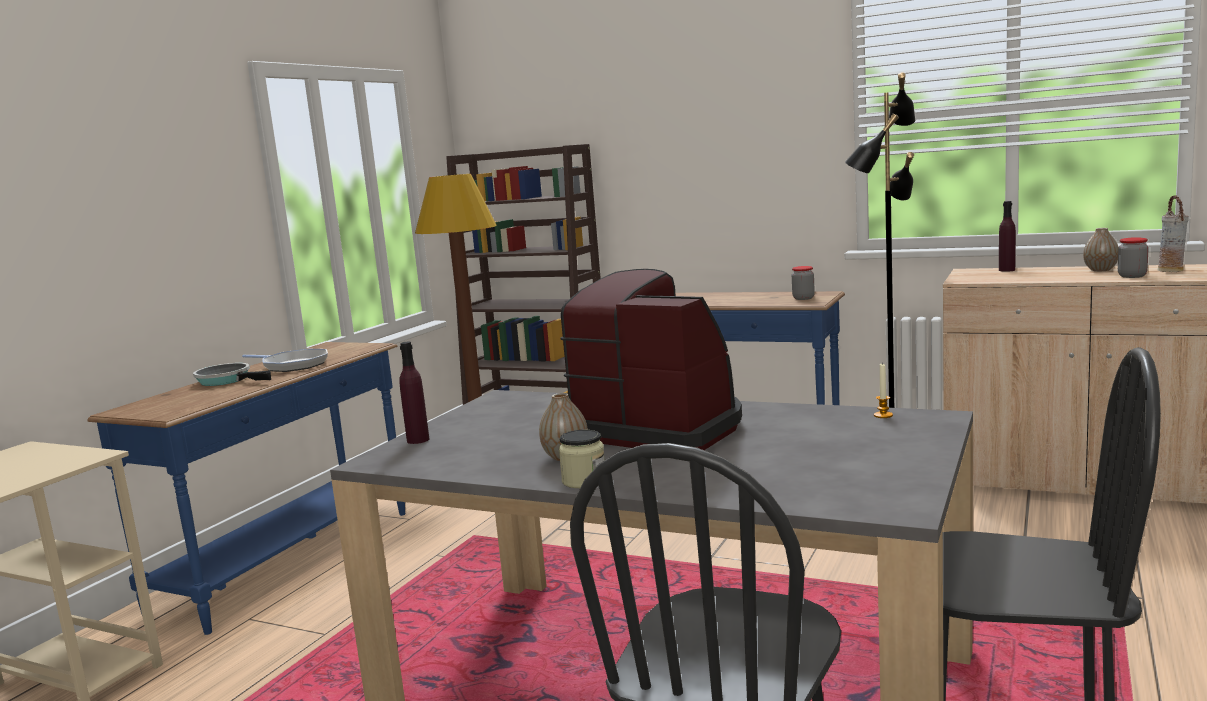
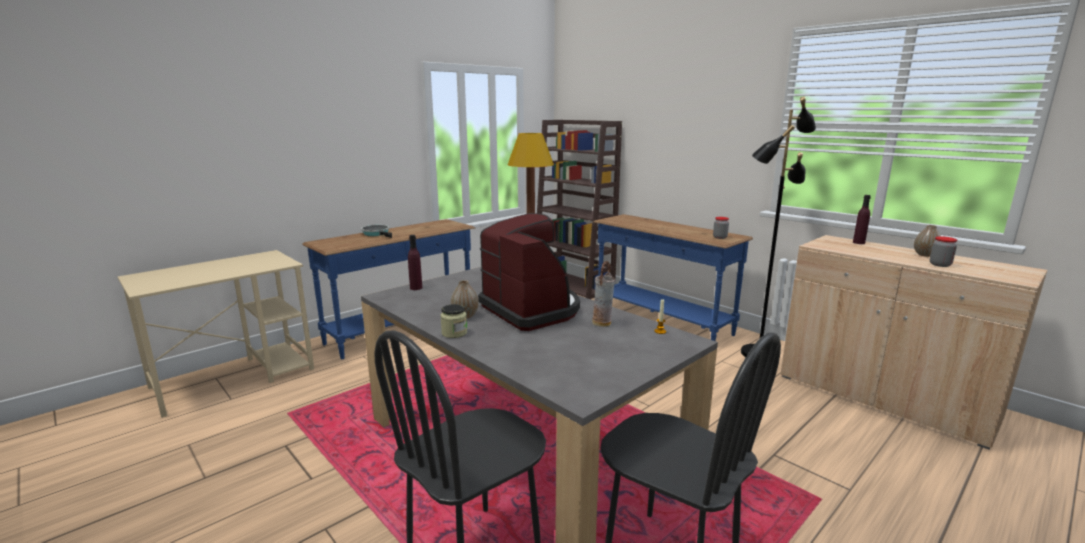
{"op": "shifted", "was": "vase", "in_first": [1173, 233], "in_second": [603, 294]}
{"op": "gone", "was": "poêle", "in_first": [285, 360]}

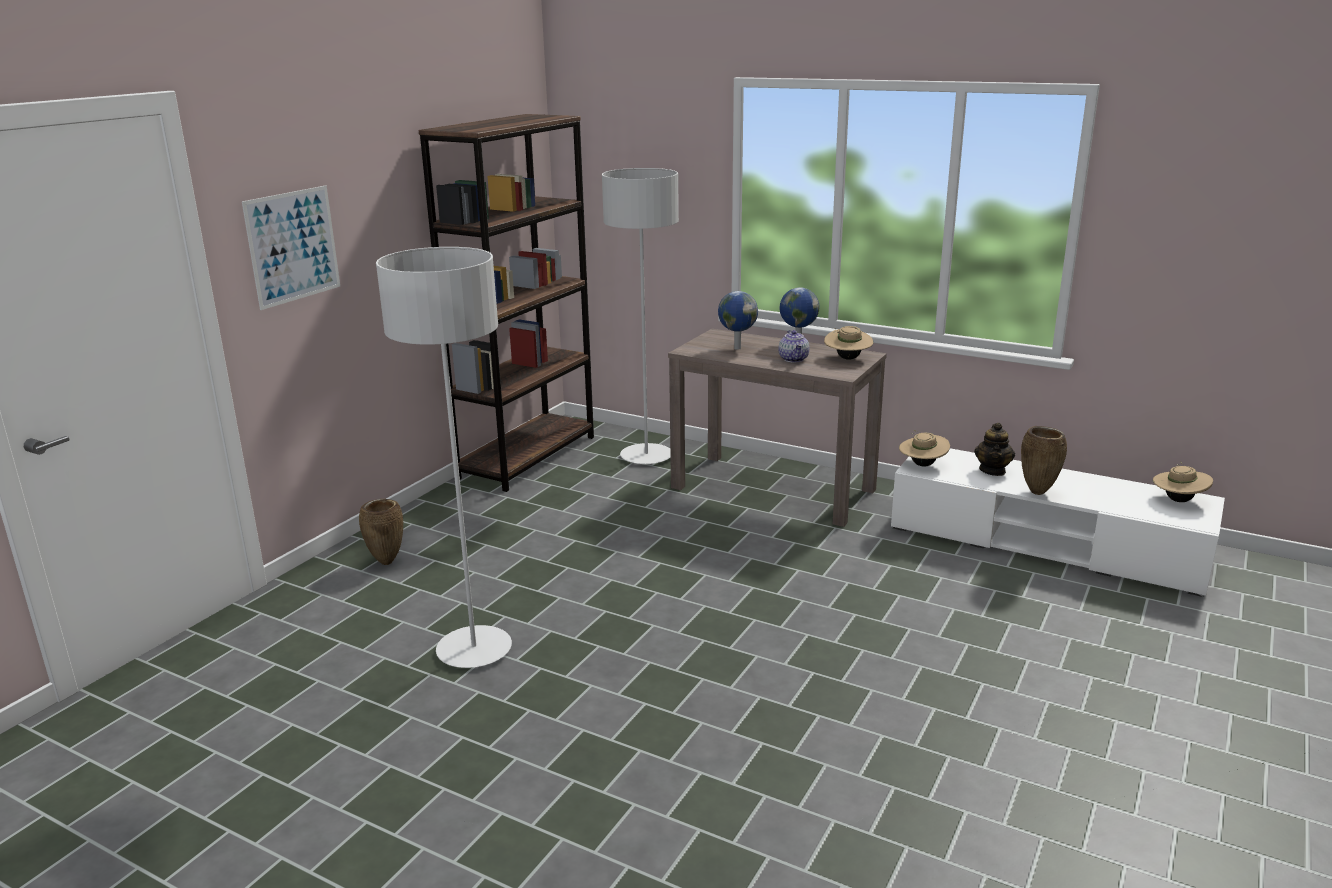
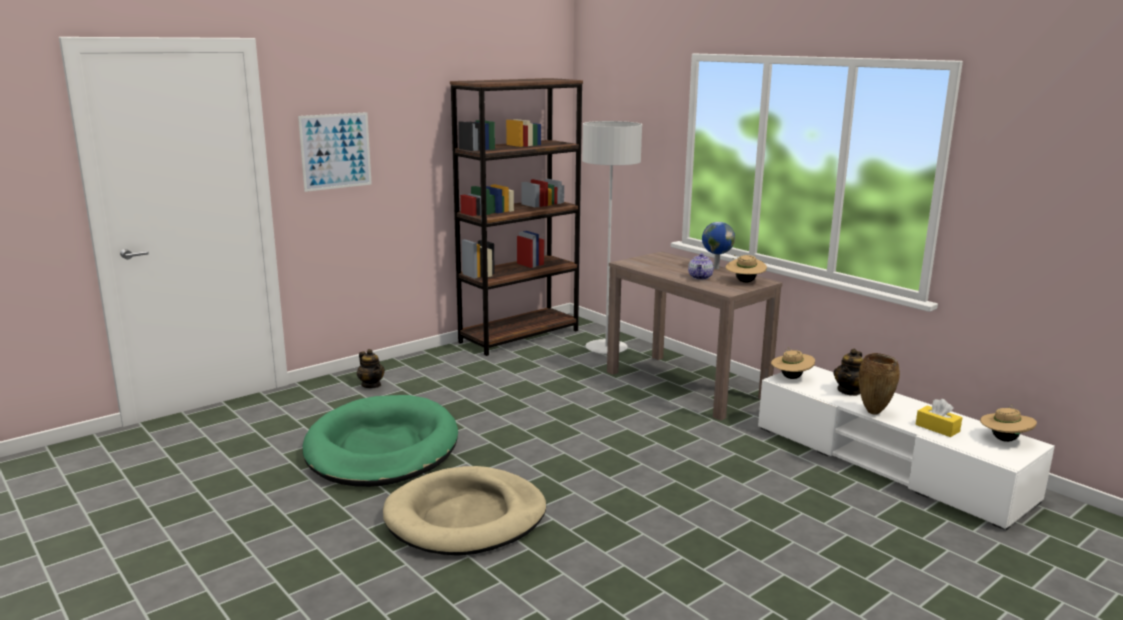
{"op": "swapped", "was": "lampadaire/gris", "now": "panier pour chien/vert", "in_first": [444, 457], "in_second": [380, 441]}
{"op": "gone", "was": "globe", "in_first": [738, 320]}
{"op": "swapped", "was": "vase/marron", "now": "théière", "in_first": [381, 532], "in_second": [371, 368]}
{"op": "new", "now": "boîte à mouchoirs/jaune", "in_second": [939, 418]}
{"op": "new", "now": "panier pour chien/beige", "in_second": [464, 511]}

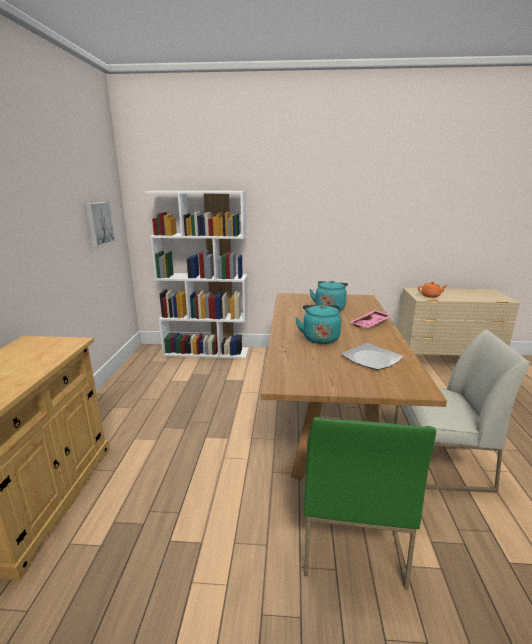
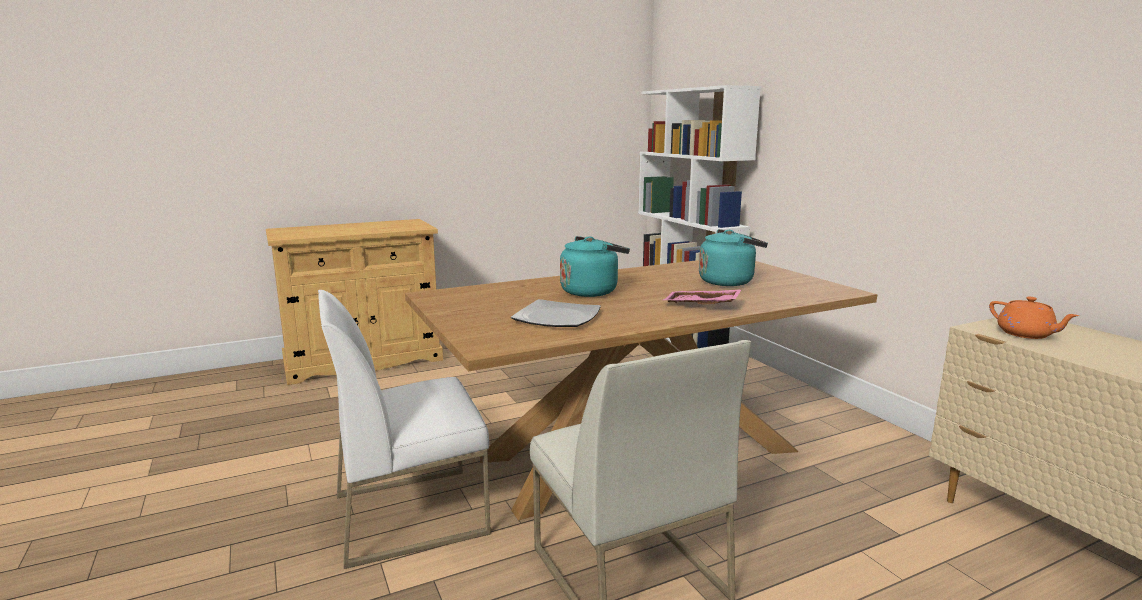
{"op": "gone", "was": "tableau", "in_first": [101, 224]}
{"op": "repainted", "was": "chaise/vert", "now": "chaise/blanc", "in_first": [370, 503], "in_second": [404, 429]}

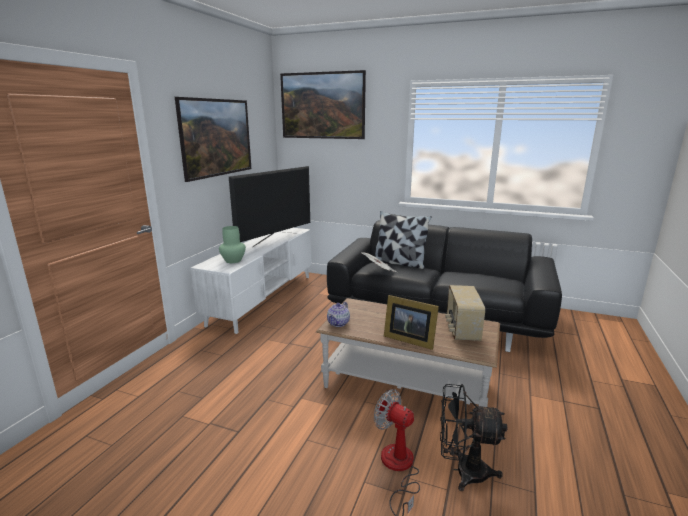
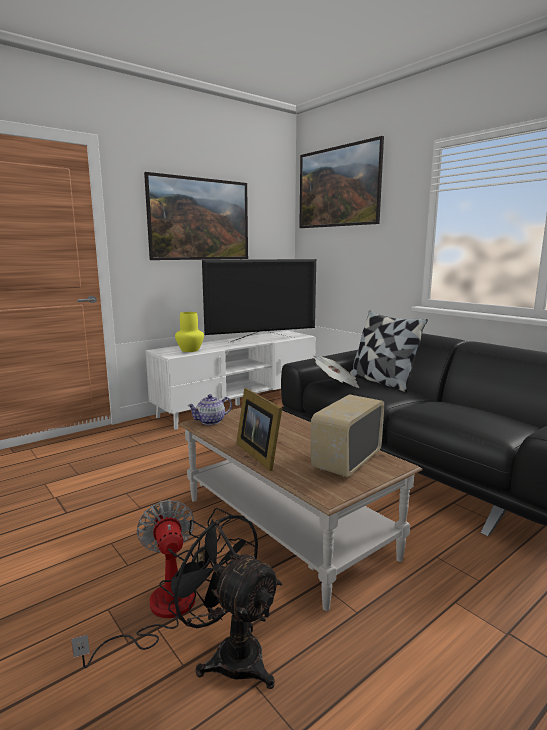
{"op": "repainted", "was": "vase/vert", "now": "vase/jaune", "in_first": [232, 244], "in_second": [189, 332]}

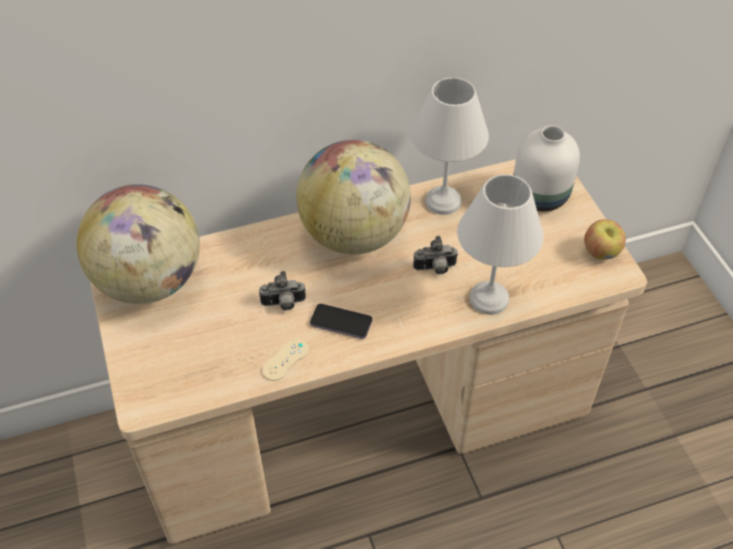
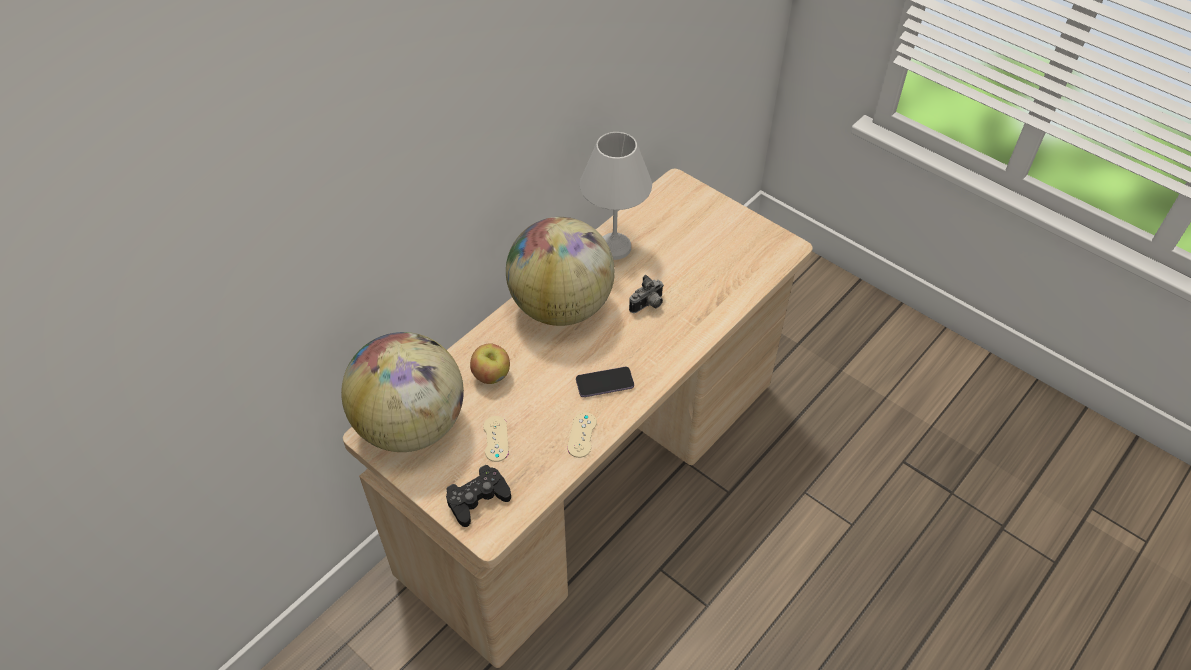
{"op": "gone", "was": "vase/blanc", "in_first": [547, 168]}
{"op": "gone", "was": "lampe de table/blanc", "in_first": [500, 244]}
{"op": "shifted", "was": "pomme", "in_first": [605, 239], "in_second": [490, 364]}
{"op": "gone", "was": "appareil photo", "in_first": [282, 290]}
{"op": "new", "now": "manette/beige", "in_second": [496, 439]}
{"op": "new", "now": "manette/noir", "in_second": [478, 496]}

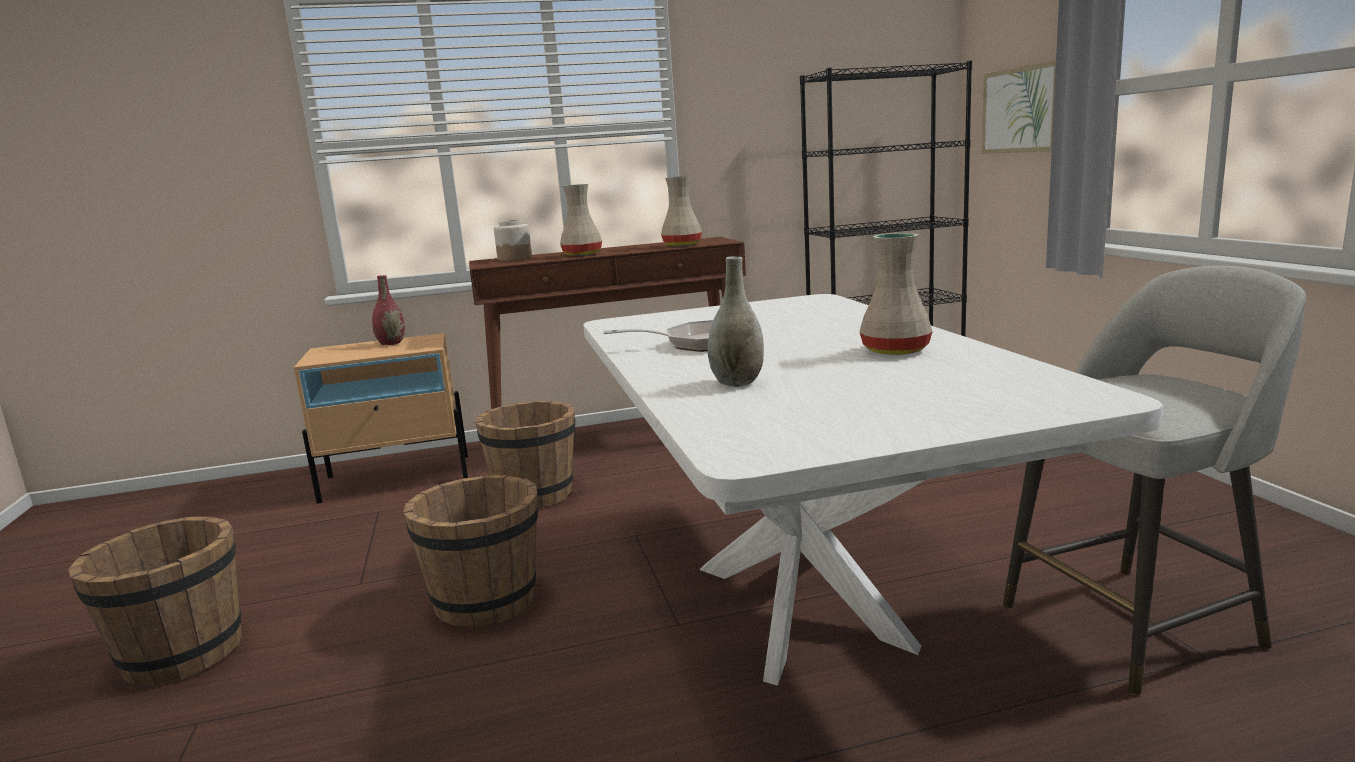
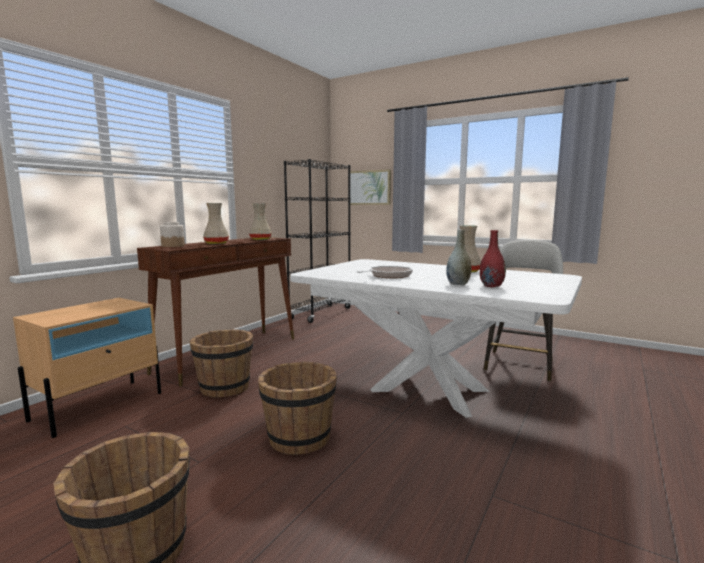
{"op": "shifted", "was": "vase/rouge", "in_first": [388, 310], "in_second": [493, 258]}

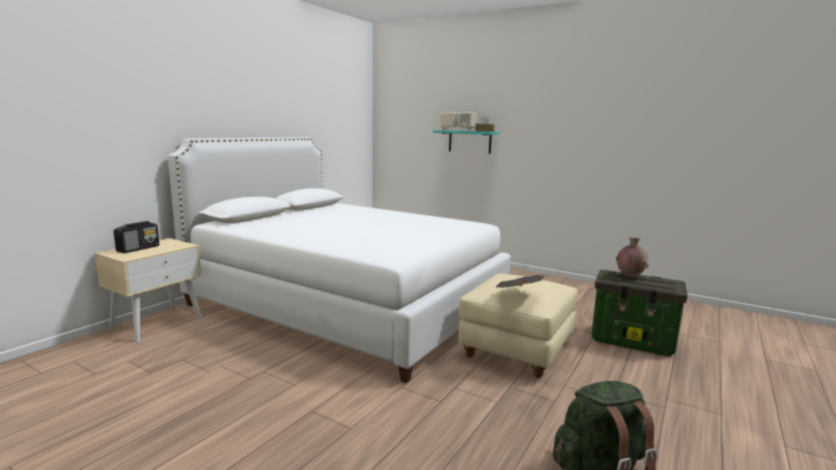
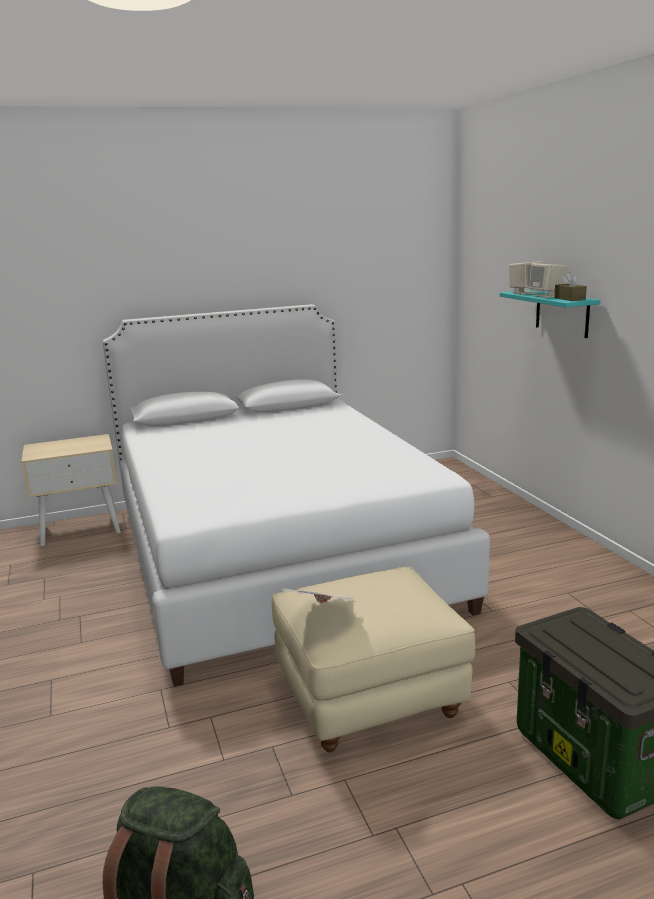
{"op": "gone", "was": "radio", "in_first": [136, 237]}
{"op": "gone", "was": "vase/marron", "in_first": [632, 257]}

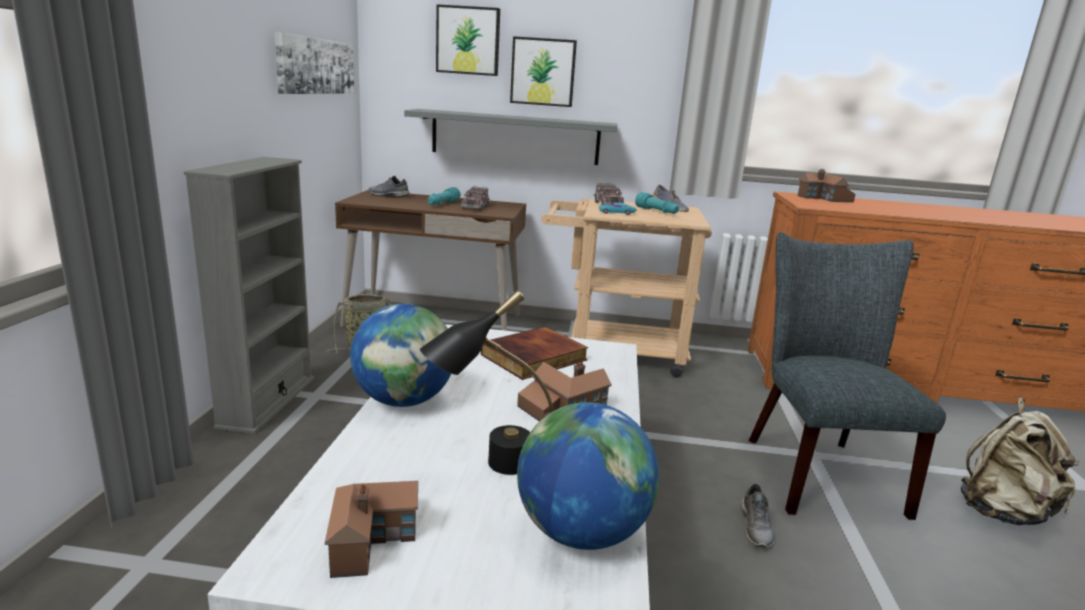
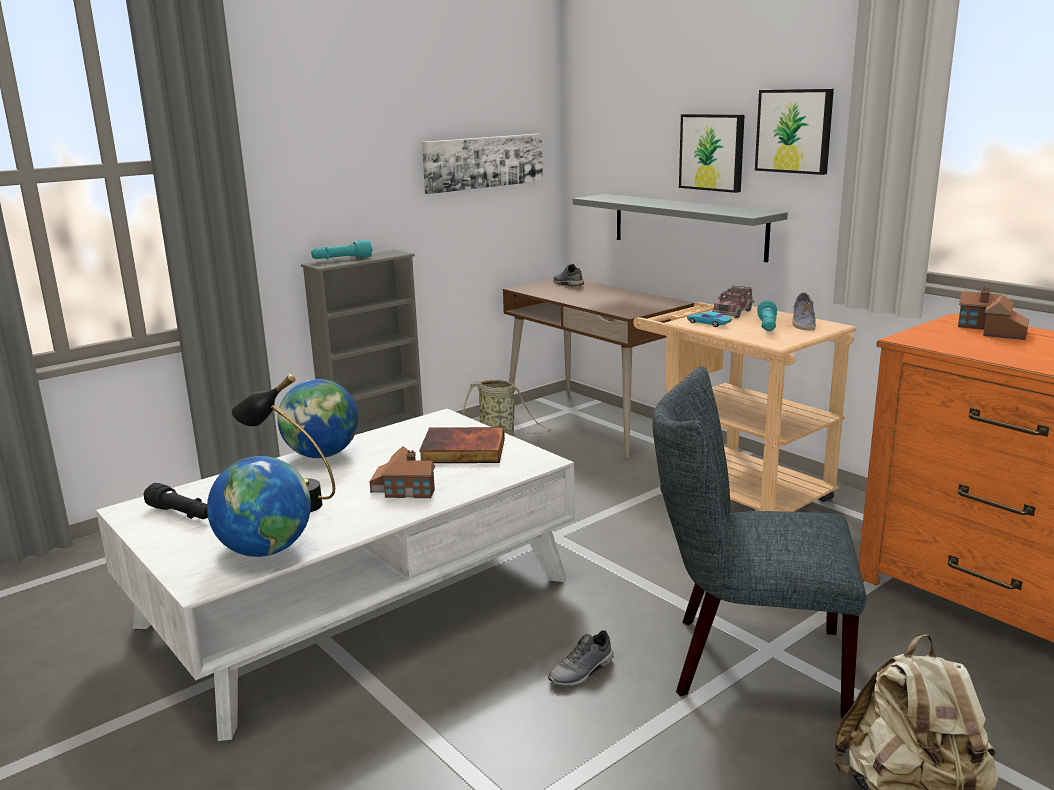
{"op": "shifted", "was": "tableau", "in_first": [468, 40], "in_second": [794, 132]}
{"op": "gone", "was": "camion jouet", "in_first": [475, 198]}
{"op": "shifted", "was": "lampe de poche/turquoise", "in_first": [444, 196], "in_second": [342, 250]}
{"op": "rotated", "was": "chaise/gris", "in_first": [847, 376], "in_second": [759, 542], "clockwise": -120}
{"op": "swapped", "was": "maison miniature", "now": "lampe de poche/noir", "in_first": [371, 529], "in_second": [176, 501]}

